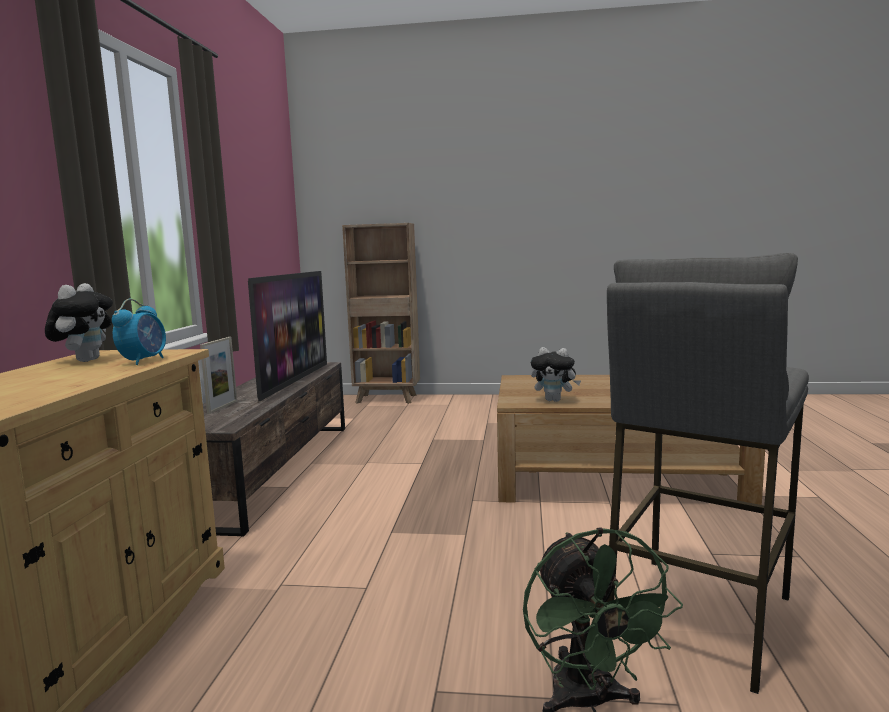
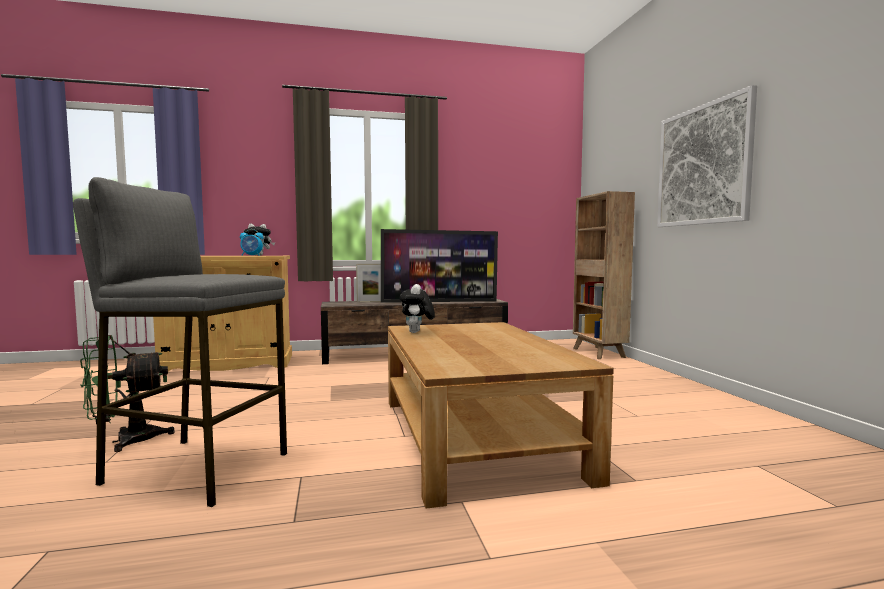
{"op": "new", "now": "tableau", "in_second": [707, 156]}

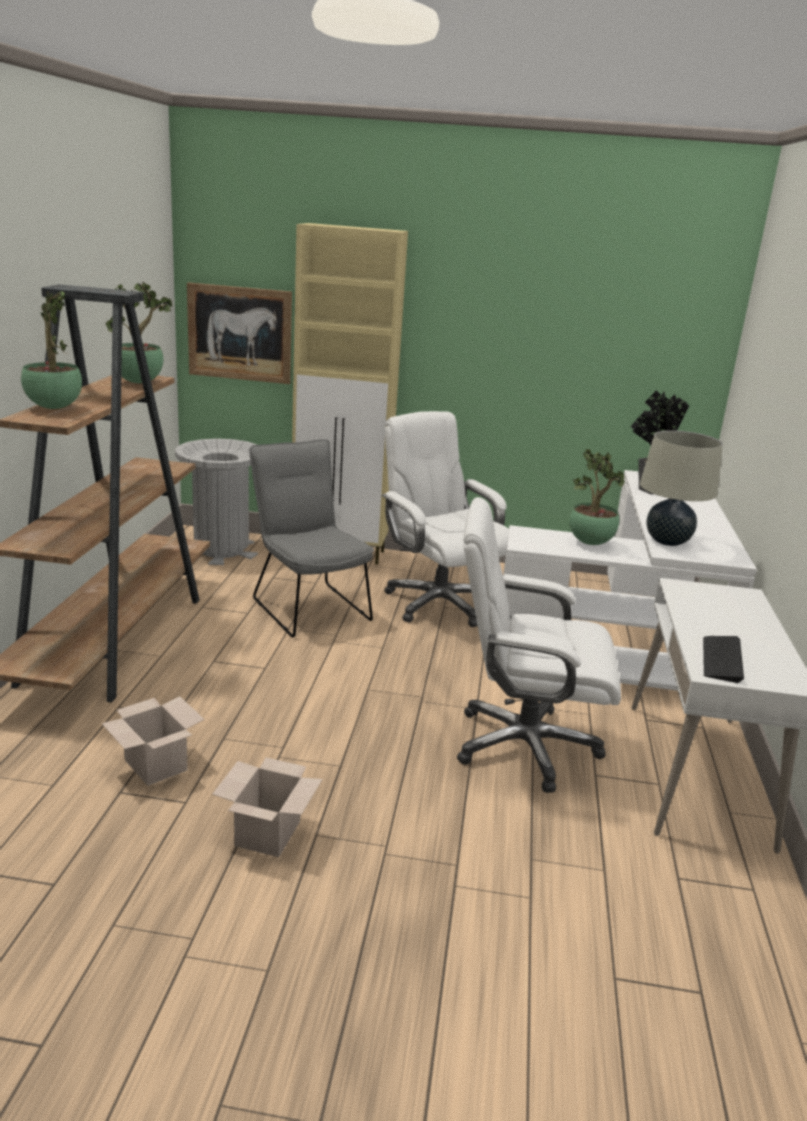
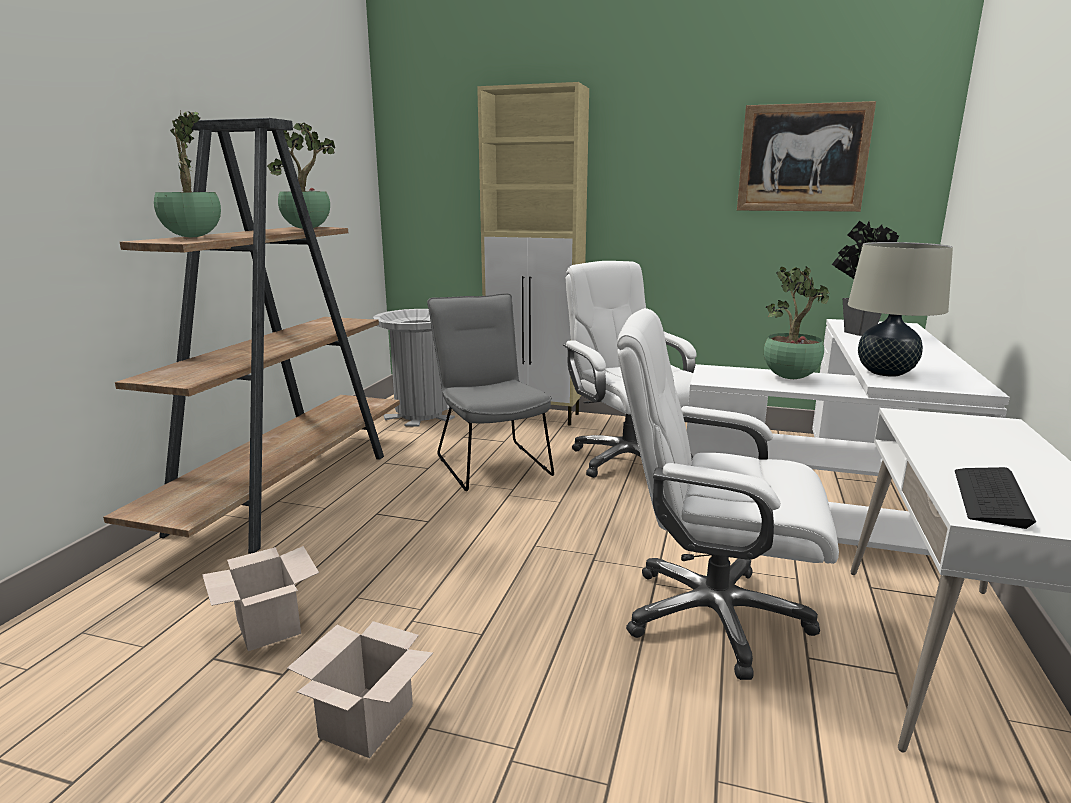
{"op": "shifted", "was": "tableau", "in_first": [239, 333], "in_second": [806, 156]}

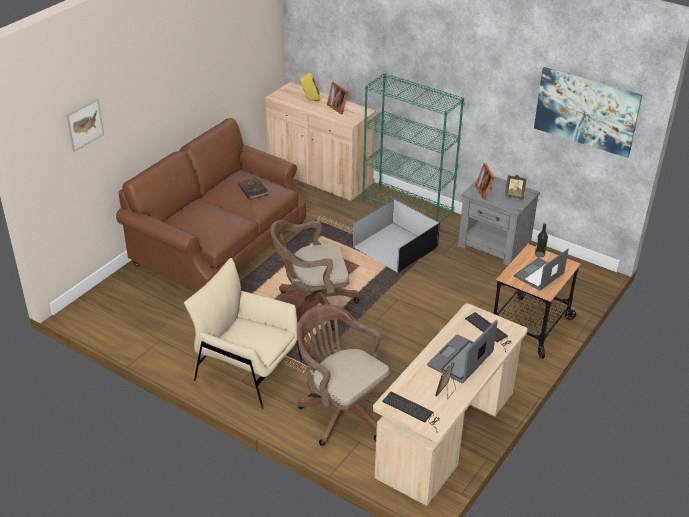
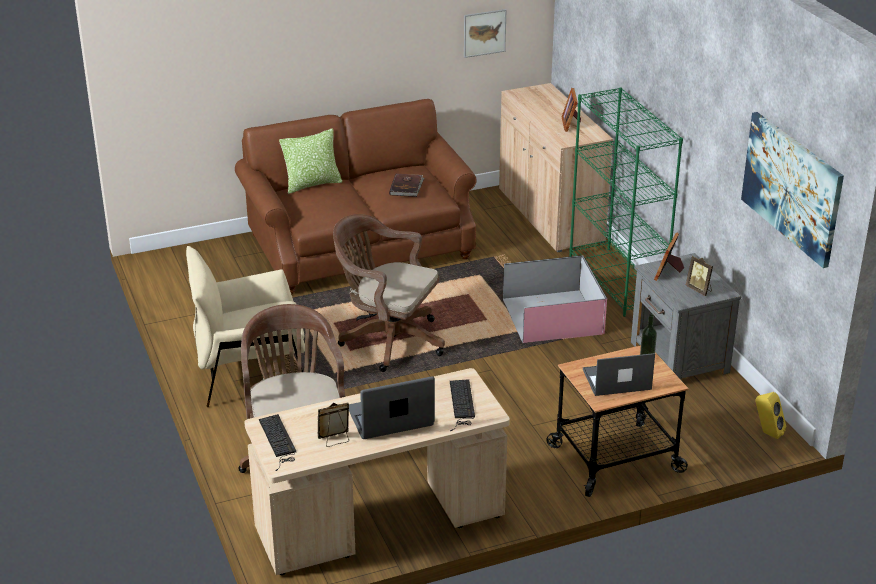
{"op": "shifted", "was": "enceinte/jaune", "in_first": [310, 87], "in_second": [771, 415]}
{"op": "shifted", "was": "tableau", "in_first": [85, 125], "in_second": [485, 33]}
{"op": "repainted", "was": "boîte de rangement/noir", "now": "boîte de rangement/rose", "in_first": [396, 235], "in_second": [555, 299]}
{"op": "rotated", "was": "fauteuil/beige", "in_first": [243, 333], "in_second": [245, 326], "clockwise": -75}
{"op": "new", "now": "coussin", "in_second": [310, 161]}

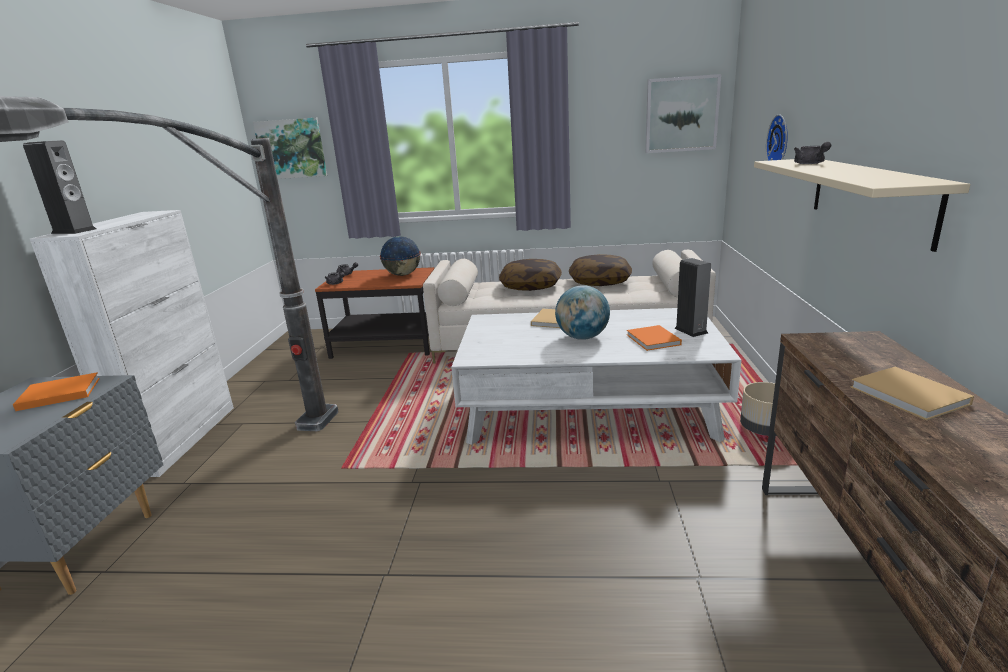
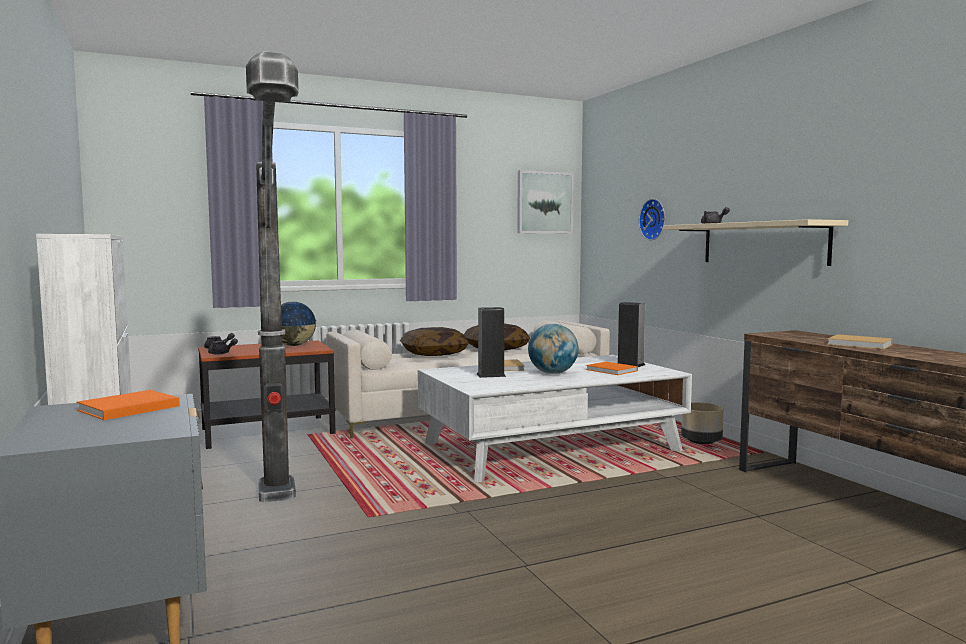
{"op": "gone", "was": "tableau", "in_first": [290, 148]}
{"op": "shifted", "was": "enceinte", "in_first": [59, 187], "in_second": [491, 342]}

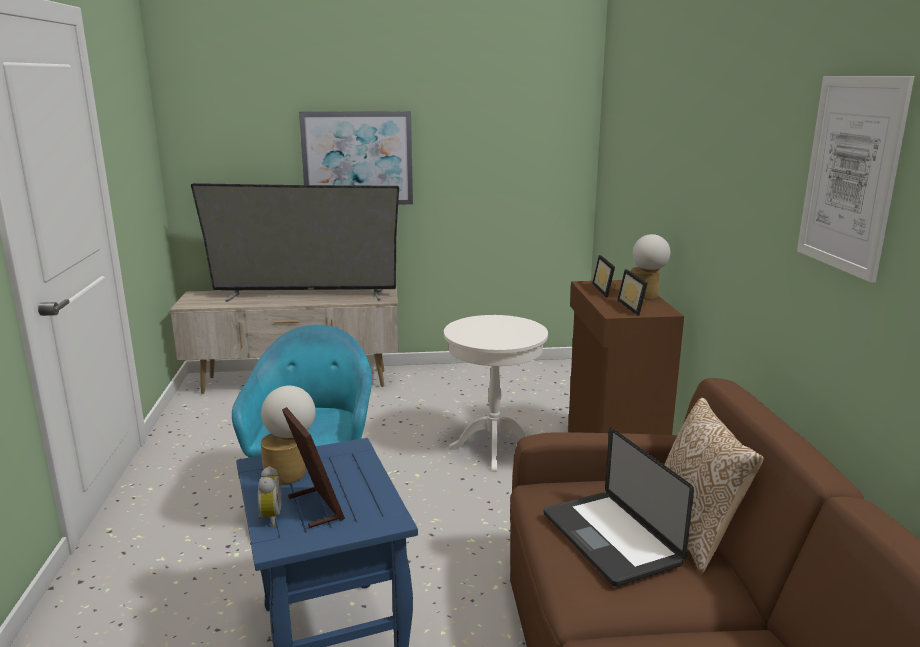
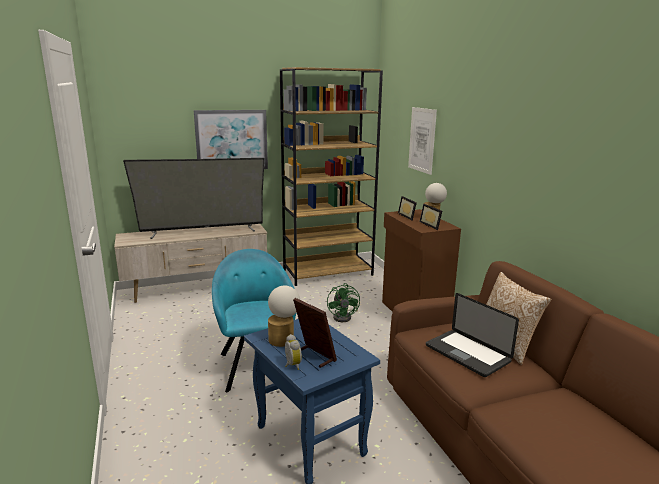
{"op": "shifted", "was": "tableau", "in_first": [856, 179], "in_second": [422, 141]}
{"op": "swapped", "was": "table d'appoint/blanc", "now": "ventilateur/vert", "in_first": [496, 393], "in_second": [343, 302]}
{"op": "new", "now": "bibliothèque/marron", "in_second": [331, 176]}

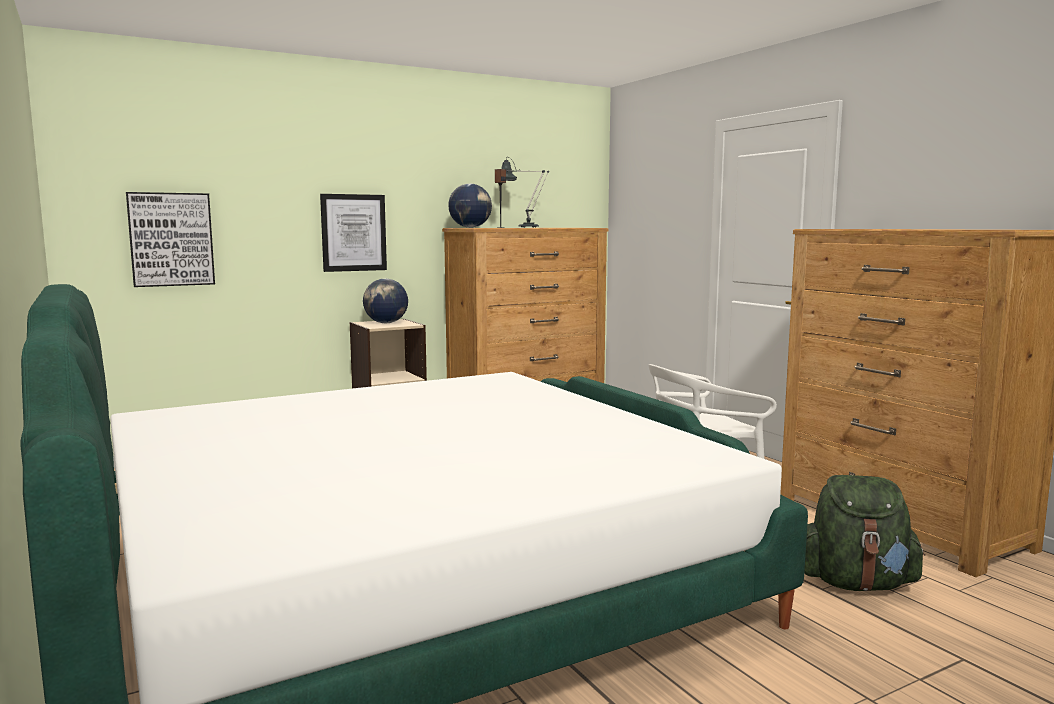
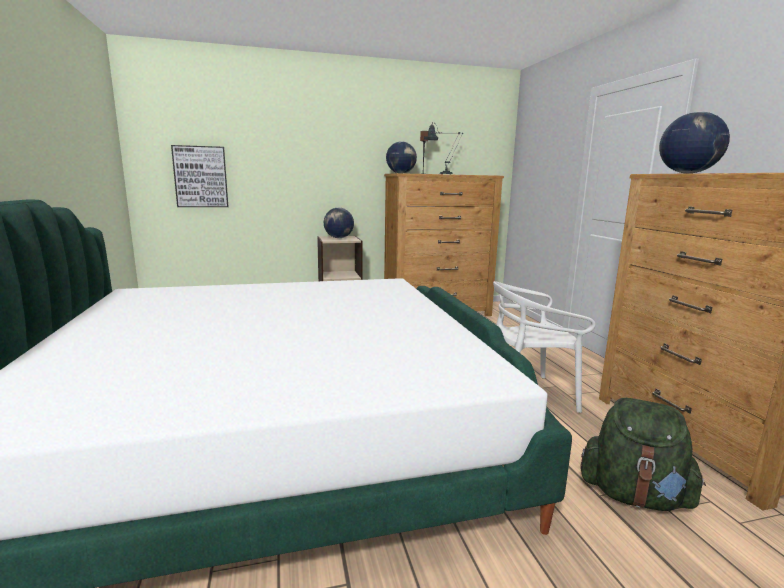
{"op": "gone", "was": "tableau", "in_first": [353, 233]}
{"op": "new", "now": "globe", "in_second": [694, 142]}

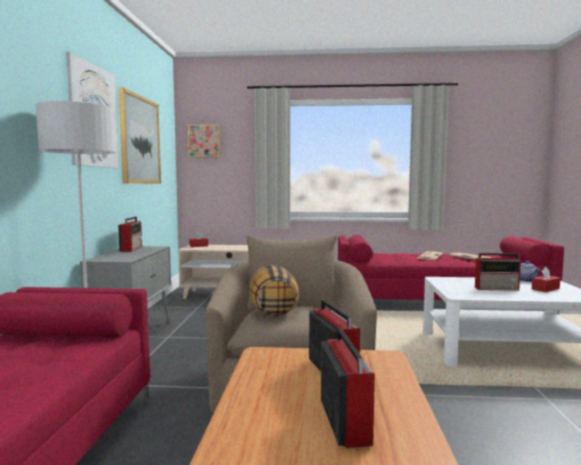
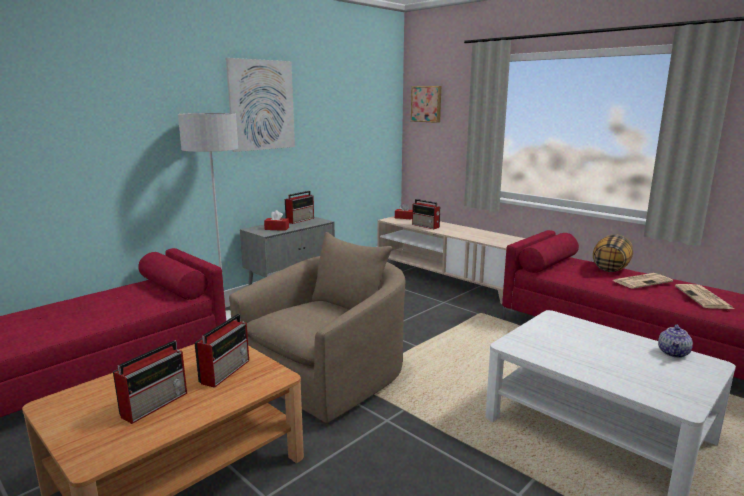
{"op": "gone", "was": "tableau", "in_first": [140, 135]}
{"op": "shifted", "was": "radio", "in_first": [498, 272], "in_second": [426, 214]}
{"op": "shifted", "was": "coussin", "in_first": [274, 290], "in_second": [613, 253]}
{"op": "shifted", "was": "boîte à mouchoirs/rouge", "in_first": [546, 279], "in_second": [276, 220]}

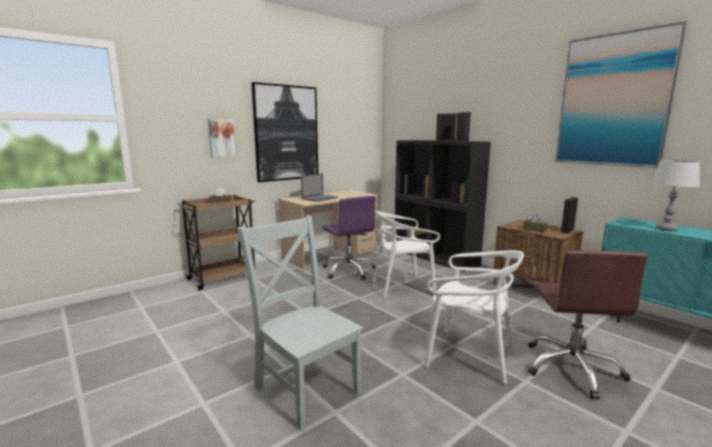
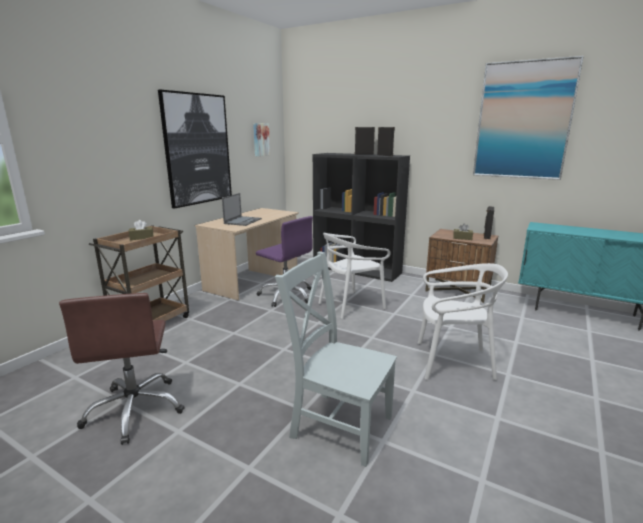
{"op": "shifted", "was": "tableau", "in_first": [222, 138], "in_second": [261, 139]}
{"op": "gone", "was": "lampe de table/gris", "in_first": [676, 195]}
{"op": "shifted", "was": "chaise de bureau/marron", "in_first": [588, 325], "in_second": [122, 369]}

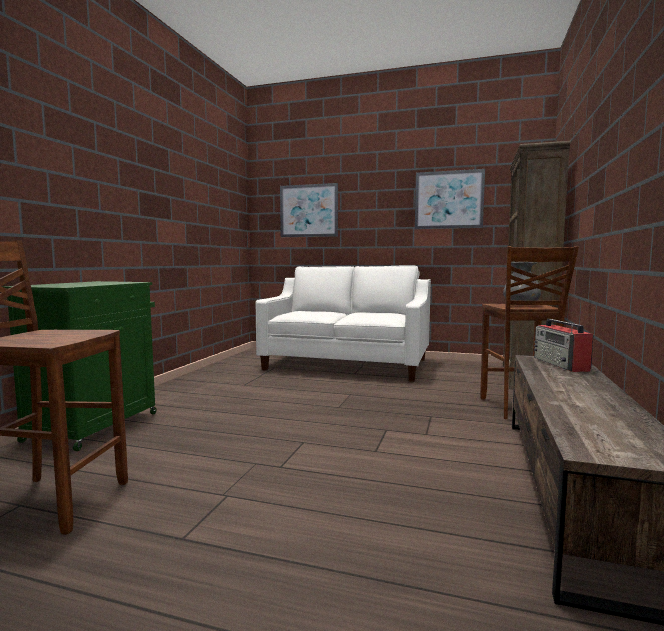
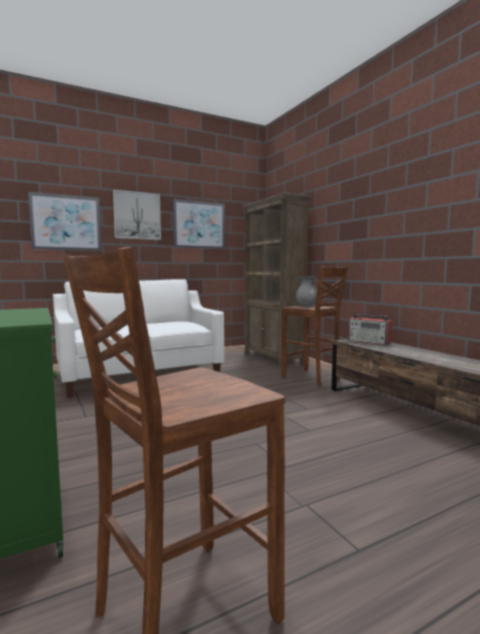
{"op": "new", "now": "tableau", "in_second": [137, 215]}

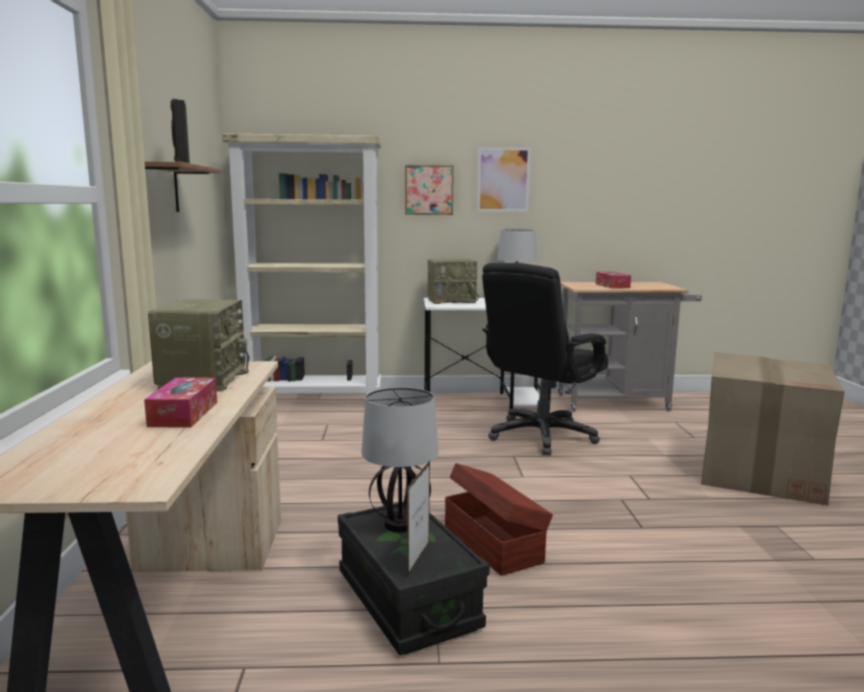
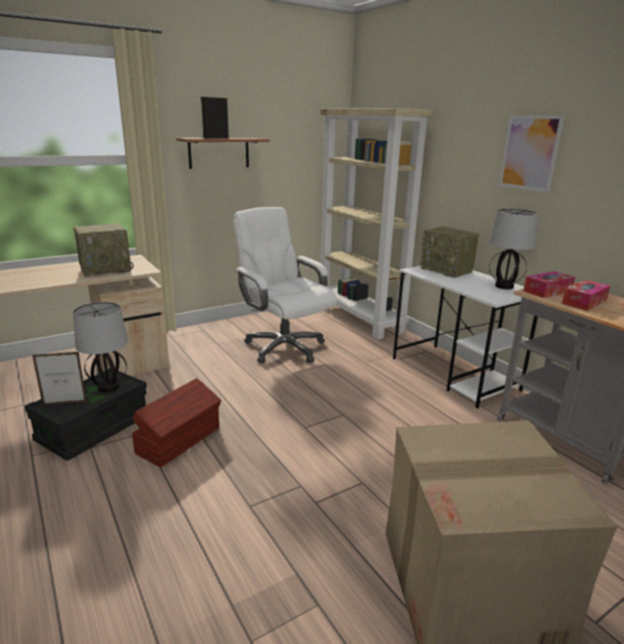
{"op": "gone", "was": "tableau", "in_first": [429, 190]}
{"op": "gone", "was": "chaise de bureau/noir", "in_first": [545, 359]}
{"op": "shifted", "was": "boîte à mouchoirs", "in_first": [180, 402], "in_second": [549, 284]}
{"op": "new", "now": "chaise de bureau/blanc", "in_second": [285, 285]}

